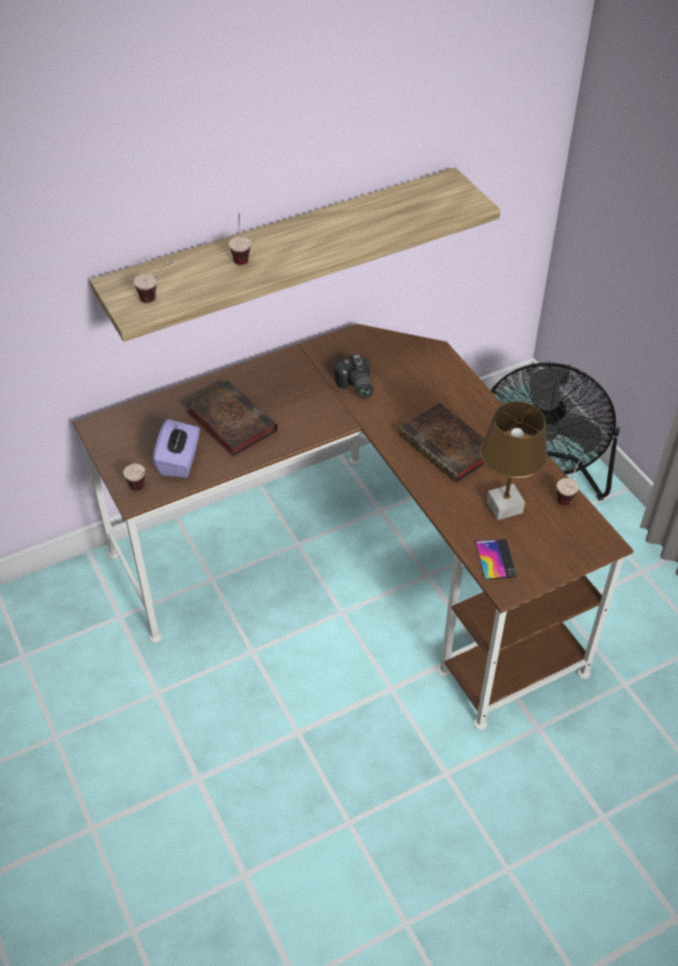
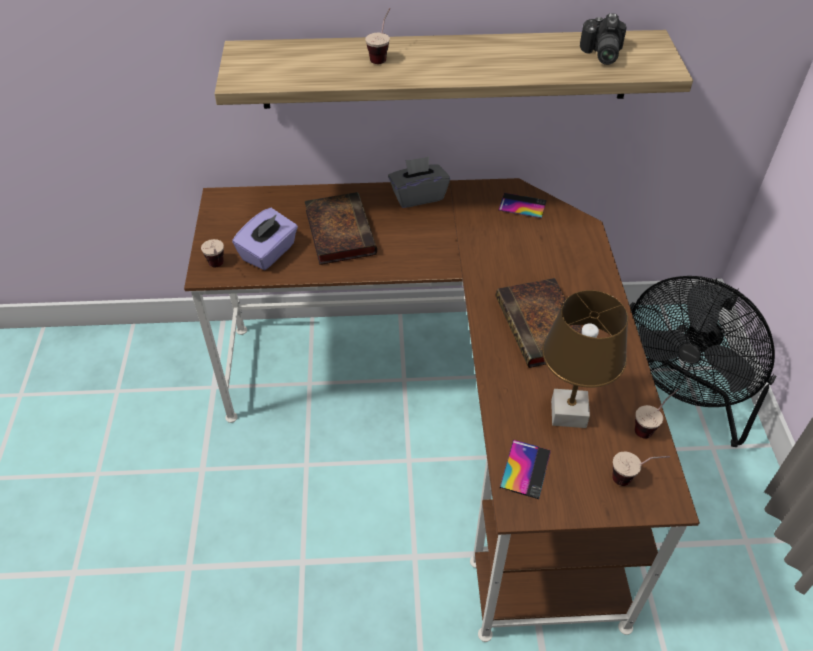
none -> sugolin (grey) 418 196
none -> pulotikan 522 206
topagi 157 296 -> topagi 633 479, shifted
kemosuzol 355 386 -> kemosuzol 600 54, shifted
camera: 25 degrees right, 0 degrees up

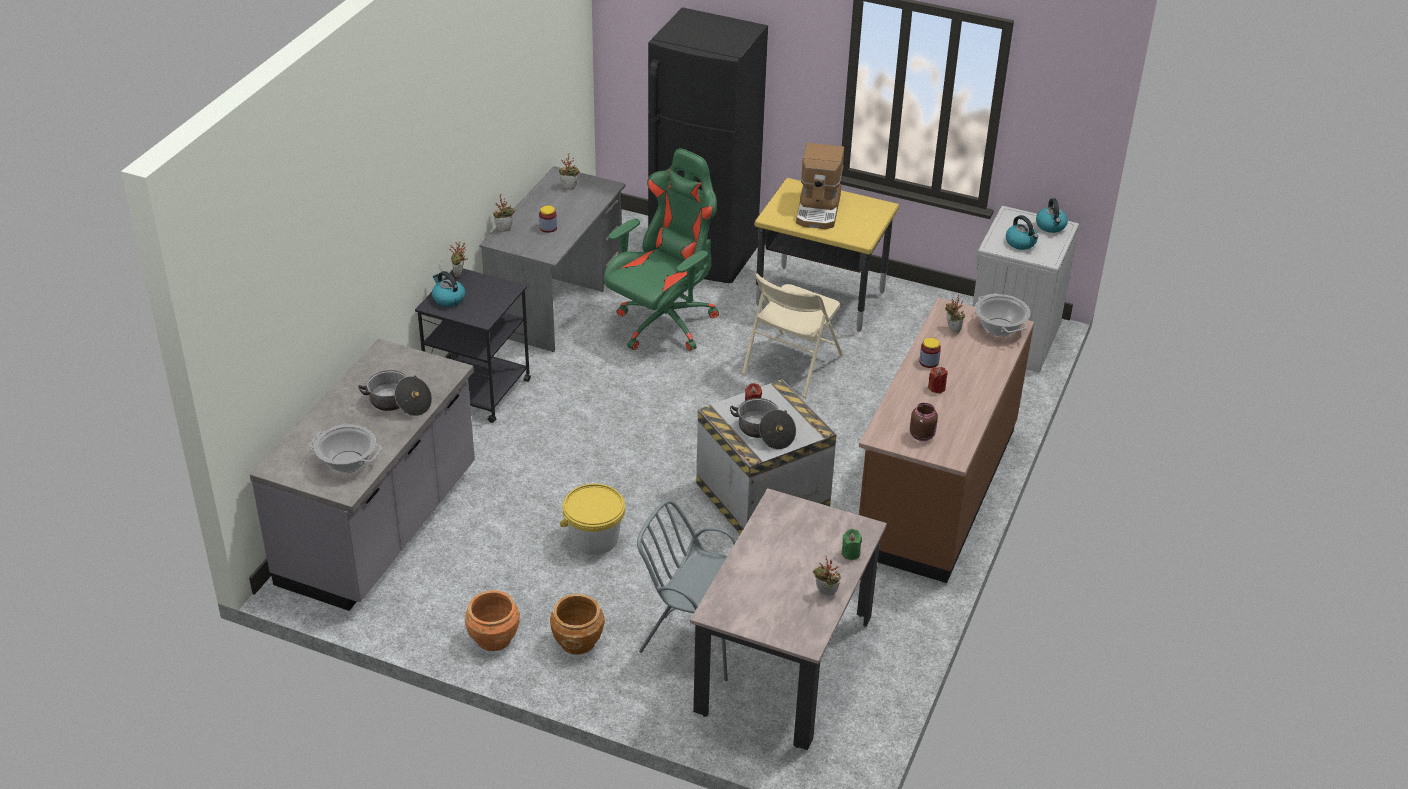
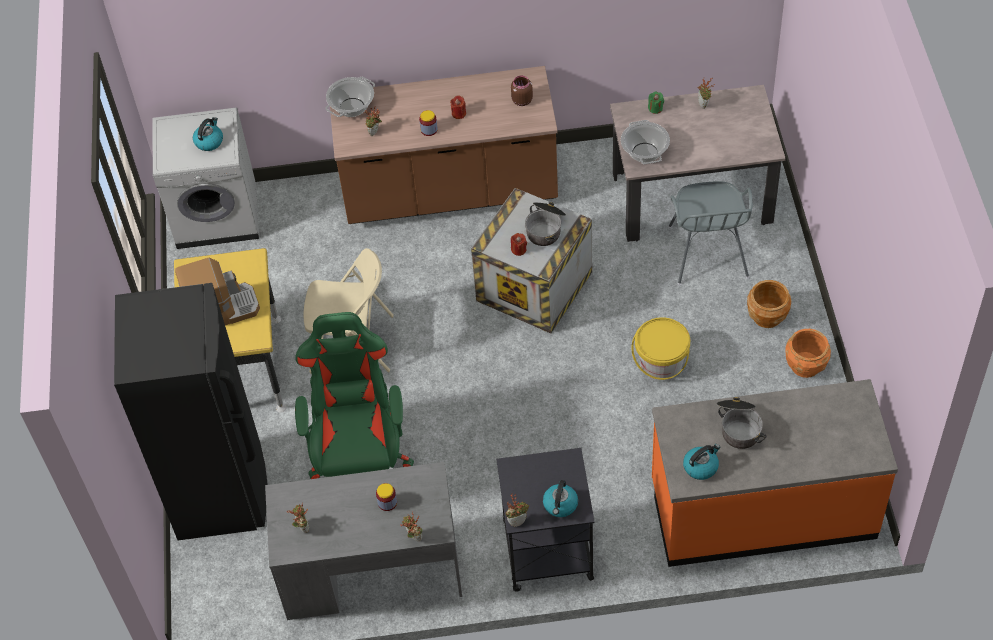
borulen 348 462 -> borulen 644 152, shifted
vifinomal 1051 226 -> vifinomal 701 466, shifted
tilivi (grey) 380 527 -> tilivi (orange) 762 509
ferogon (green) 660 328 -> ferogon (green) 361 464, 75 degrees clockwise
camera: 115 degrees left, 15 degrees up

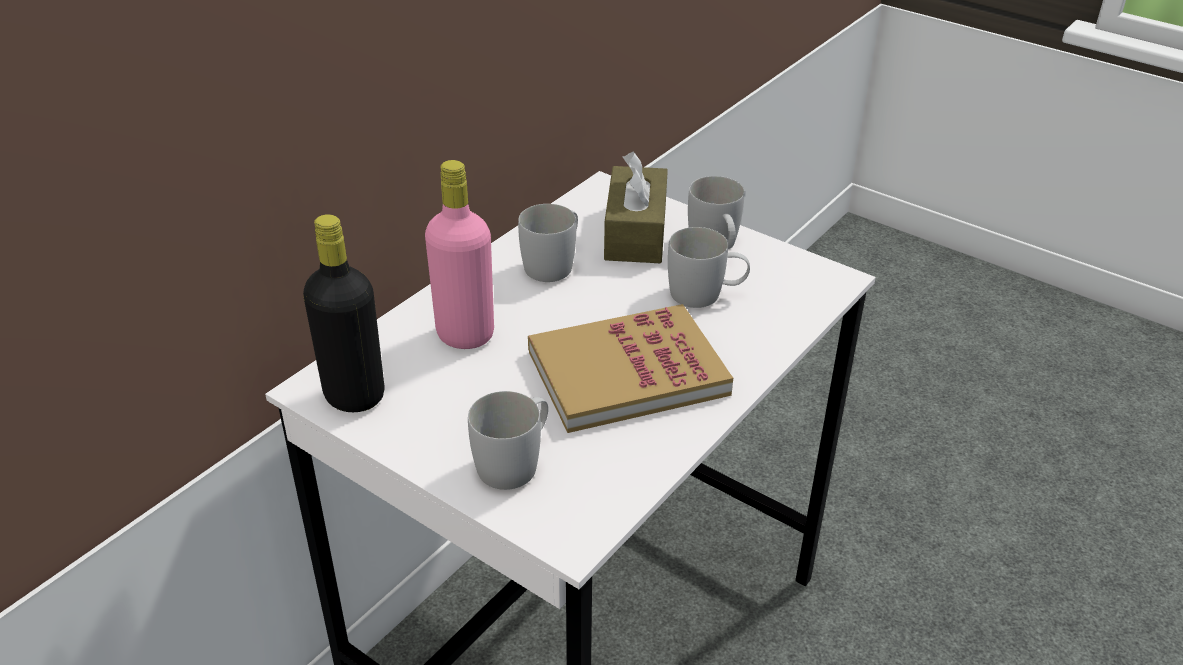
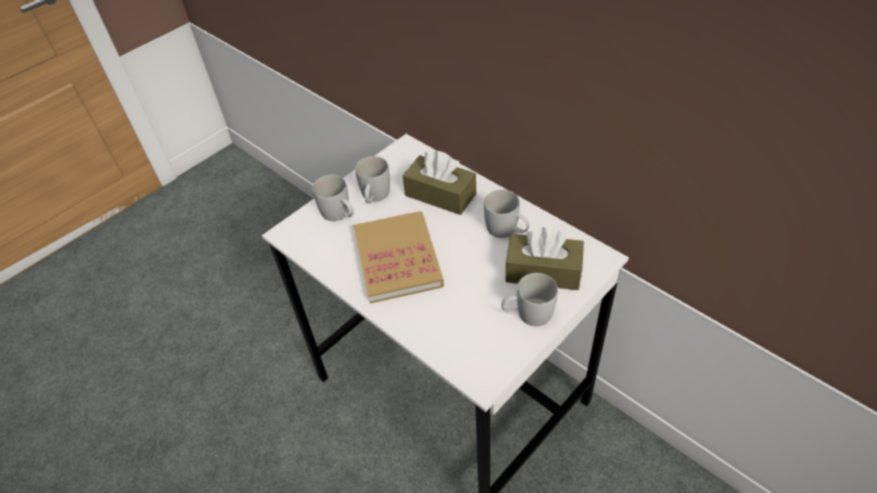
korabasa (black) 354 395 -> none
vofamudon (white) 706 294 -> vofamudon (white) 374 197, shifted
korabasa (pink) 465 335 -> sugolin (brown) 440 194
camera: 100 degrees right, 10 degrees up

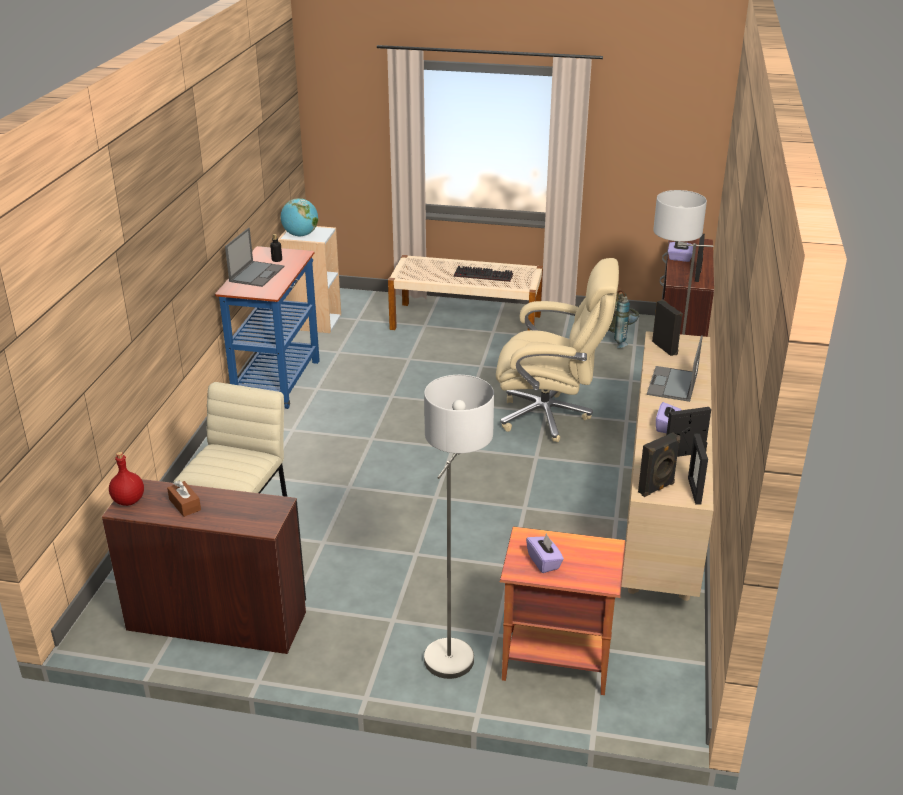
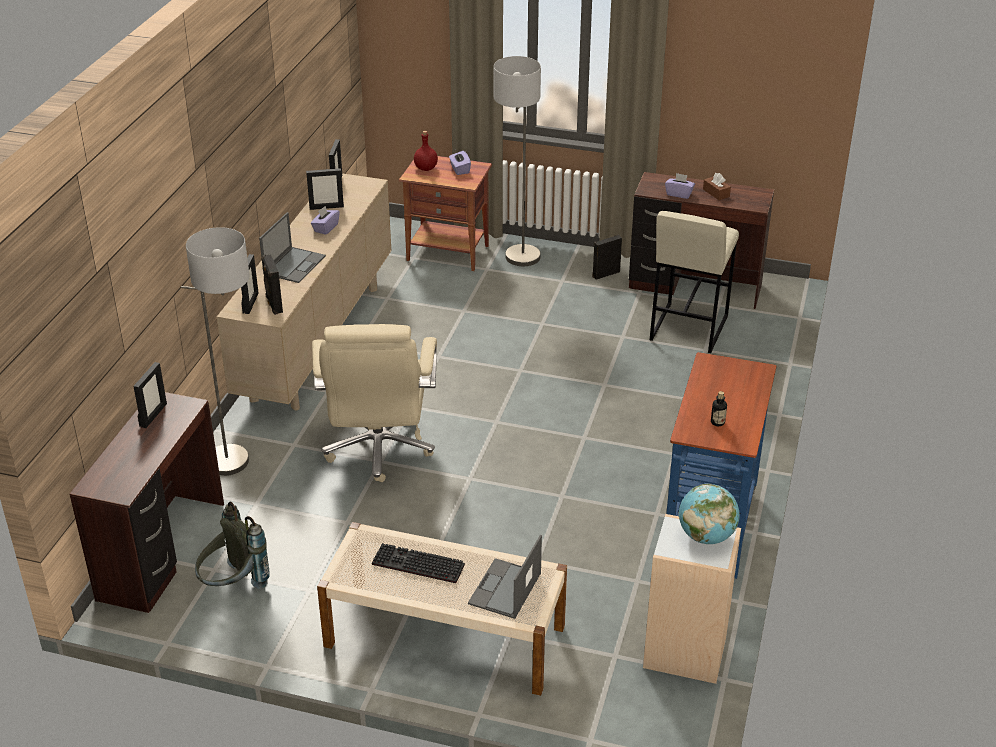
none -> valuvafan 250 303
korabasa (red) 128 500 -> korabasa (red) 426 168, shifted
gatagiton 257 274 -> gatagiton 505 589, shifted
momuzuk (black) 657 488 -> momuzuk (black) 605 274, shifted
sugolin (purple) 679 258 -> sugolin (purple) 679 194, shifted
ferogon (beige) 550 417 -> ferogon (beige) 379 453, 105 degrees counterclockwise
camera: 175 degrees left, 5 degrees up

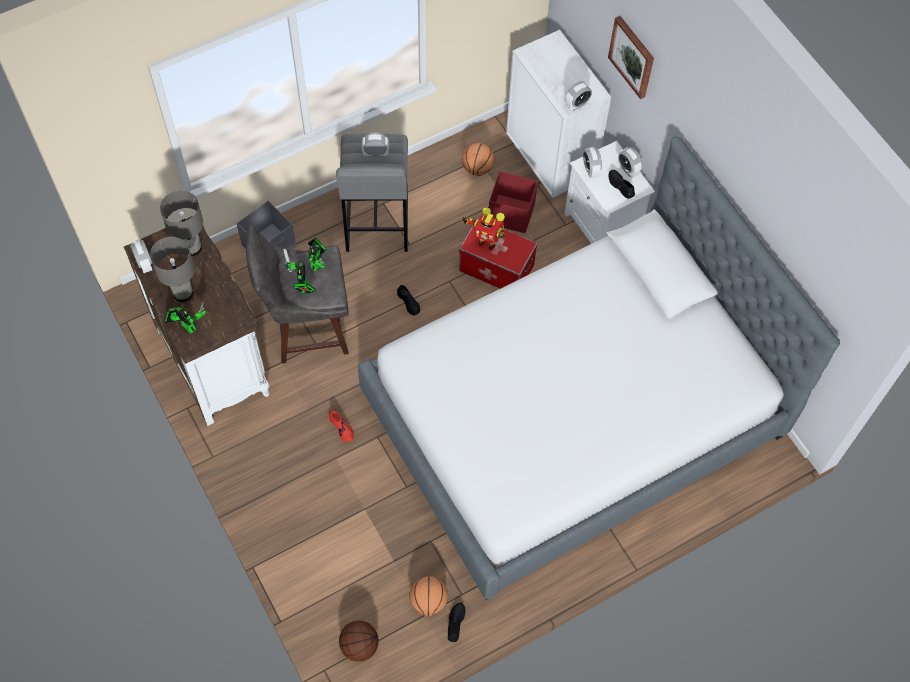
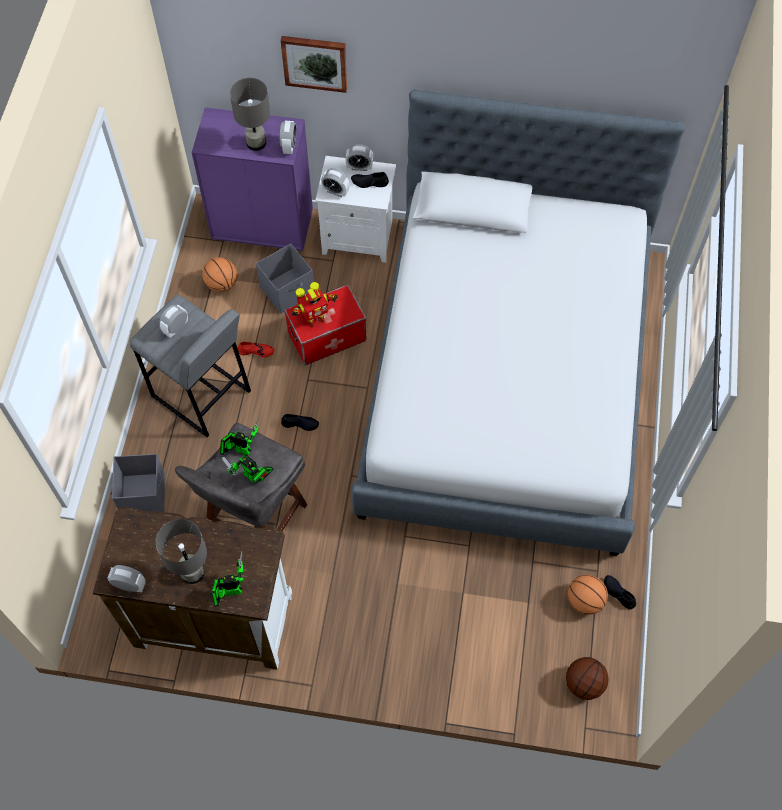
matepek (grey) 192 247 -> matepek (grey) 256 142, shifted
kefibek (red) 341 428 -> kefibek (red) 256 351, shifted
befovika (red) 511 214 -> befovika (grey) 288 290
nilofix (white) 551 160 -> nilofix (purple) 264 227
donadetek 317 263 -> donadetek 240 449, 45 degrees counterclockwise
camera: 50 degrees left, 0 degrees up

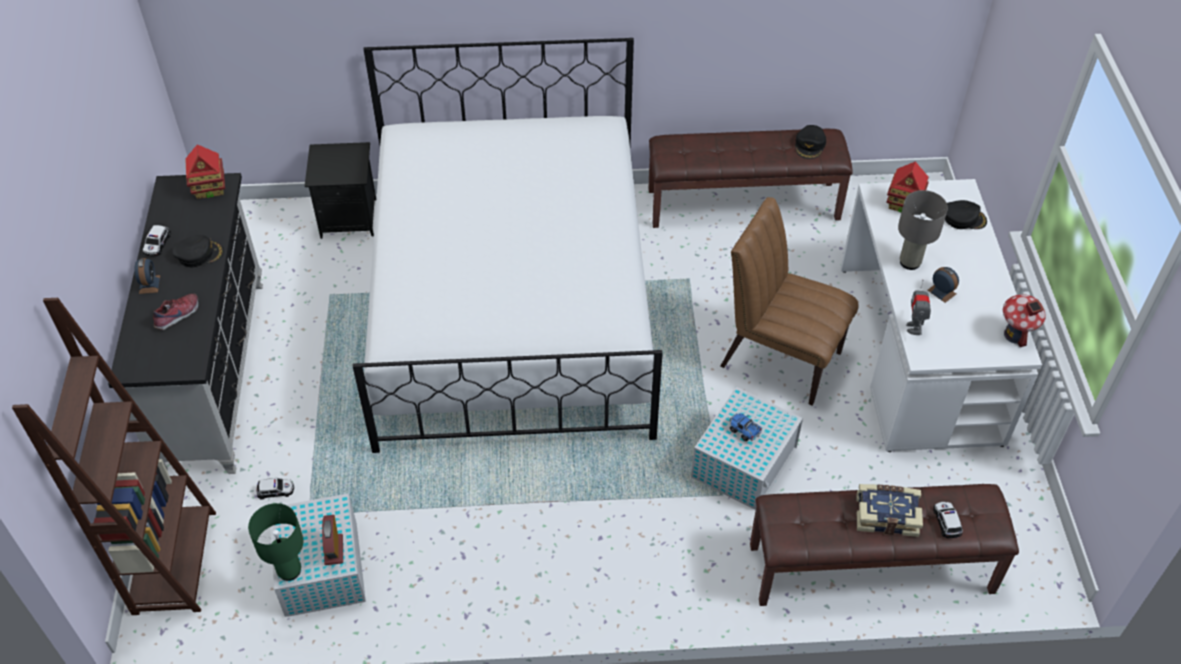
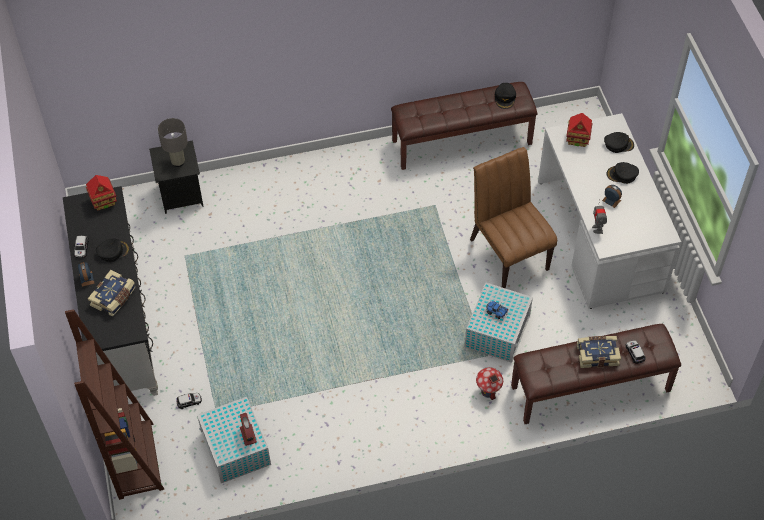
matepek (green) 289 571 -> none
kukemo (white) 512 307 -> none
none -> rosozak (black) 622 175
matepek (grey) 910 262 -> matepek (grey) 178 161, shifted
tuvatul 1015 335 -> tuvatul 488 391, shifted
kefibek 178 315 -> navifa 114 298
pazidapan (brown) 781 360 -> pazidapan (brown) 509 255, 45 degrees clockwise
camera: 10 degrees left, 5 degrees up

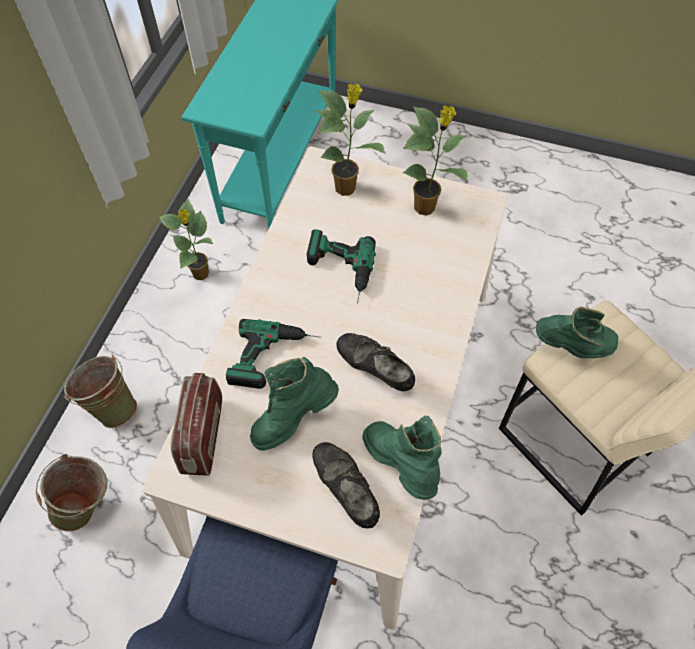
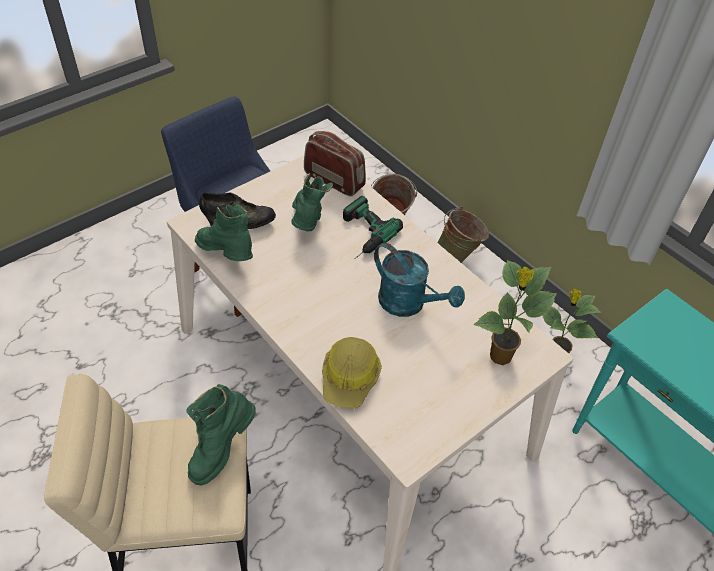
kefibek (black) 374 370 -> none
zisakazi 426 207 -> none
none -> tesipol 350 378
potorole 338 272 -> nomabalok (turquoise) 409 304
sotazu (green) 401 465 -> sotazu (green) 227 256, 135 degrees counterclockwise
camera: 120 degrees right, 10 degrees down

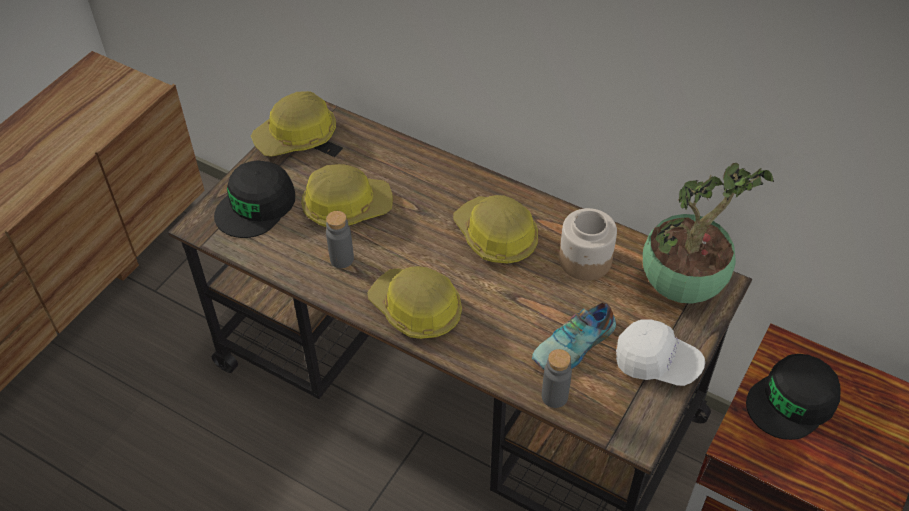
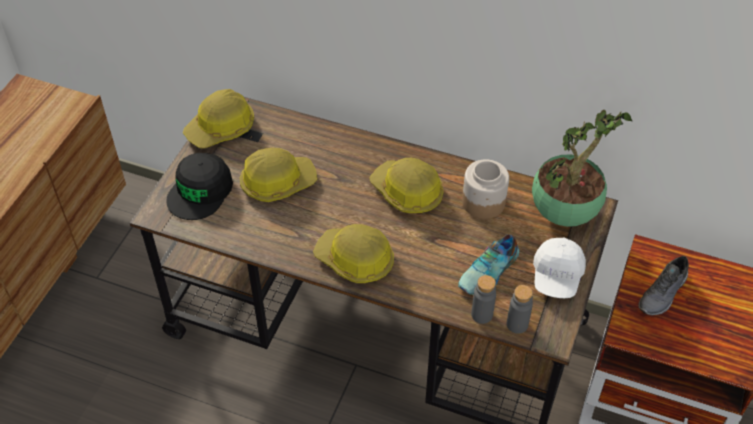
korabasa (grey) 342 259 -> korabasa (grey) 517 324, shifted
rosozak (black) 792 402 -> kefibek (grey) 663 294
rosozak (white) 657 362 -> rosozak (white) 557 277, 90 degrees clockwise
camera: 10 degrees left, 0 degrees up

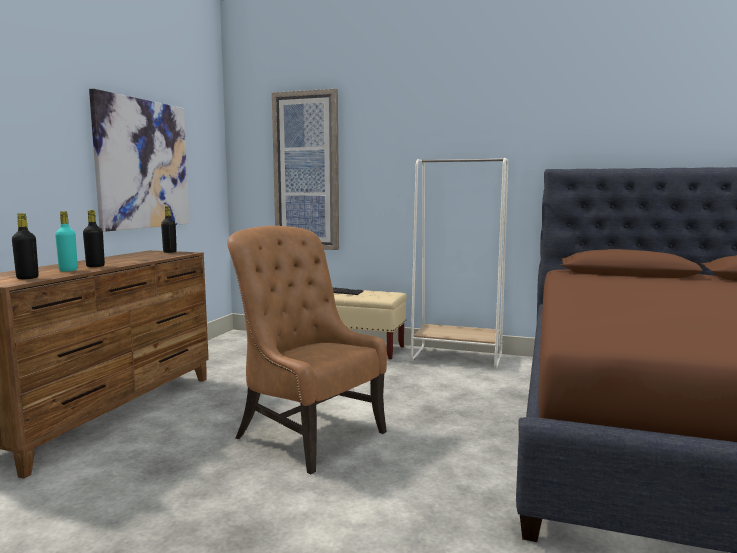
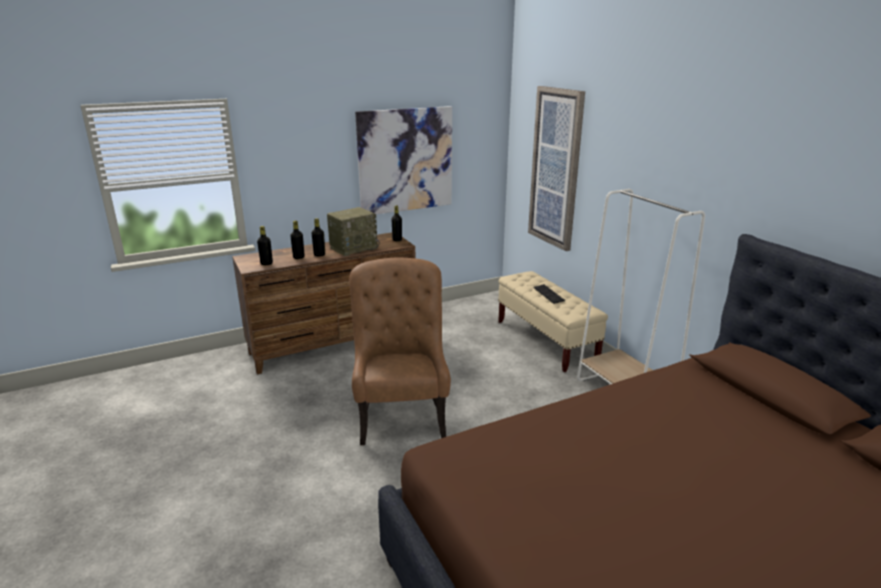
none -> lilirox 354 248
korabasa (turquoise) 68 270 -> korabasa (black) 298 257
camera: 45 degrees right, 15 degrees up

